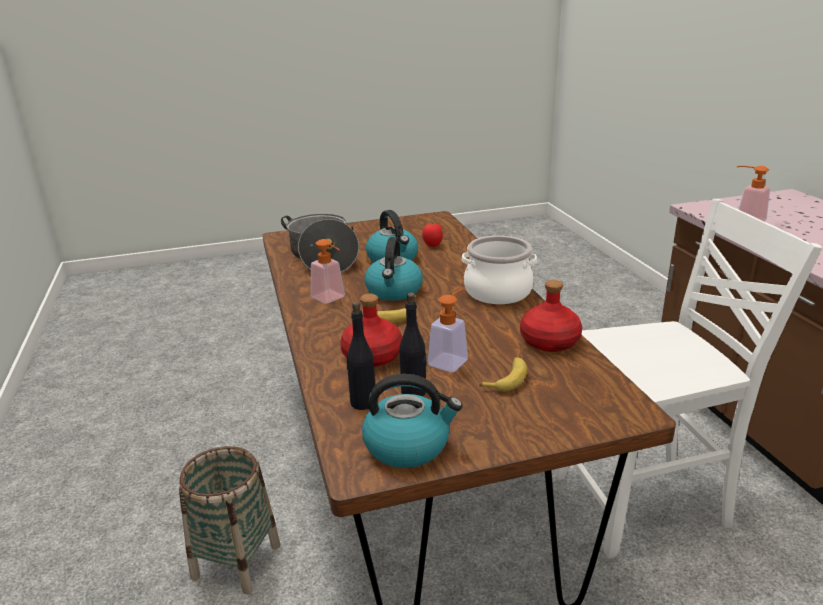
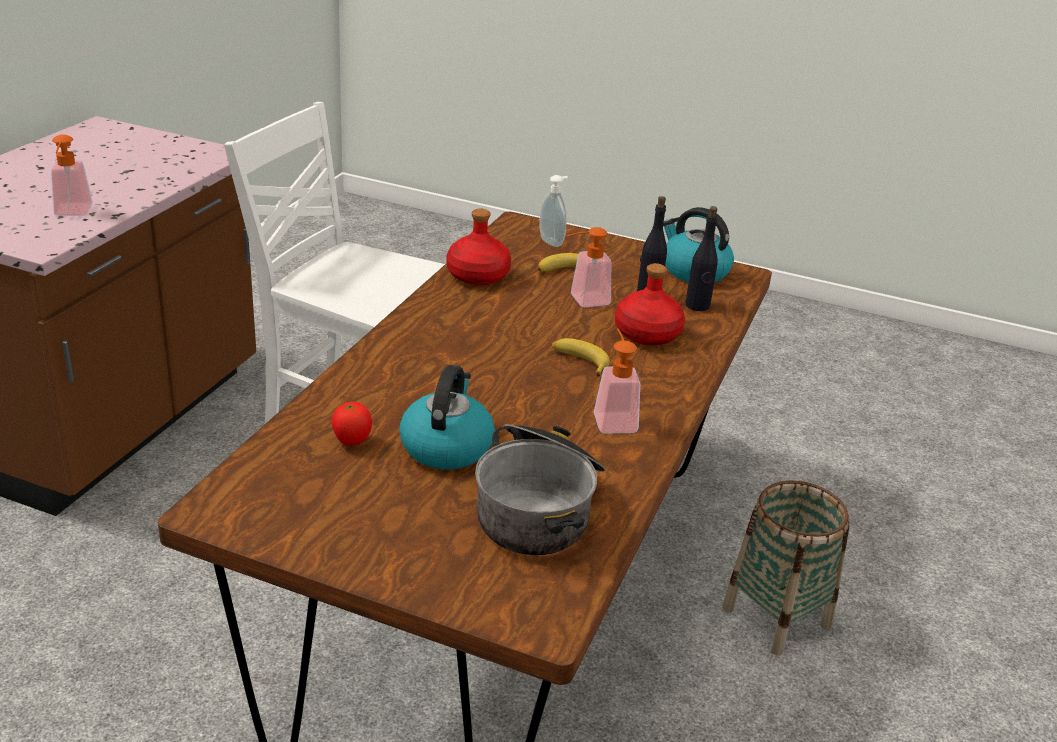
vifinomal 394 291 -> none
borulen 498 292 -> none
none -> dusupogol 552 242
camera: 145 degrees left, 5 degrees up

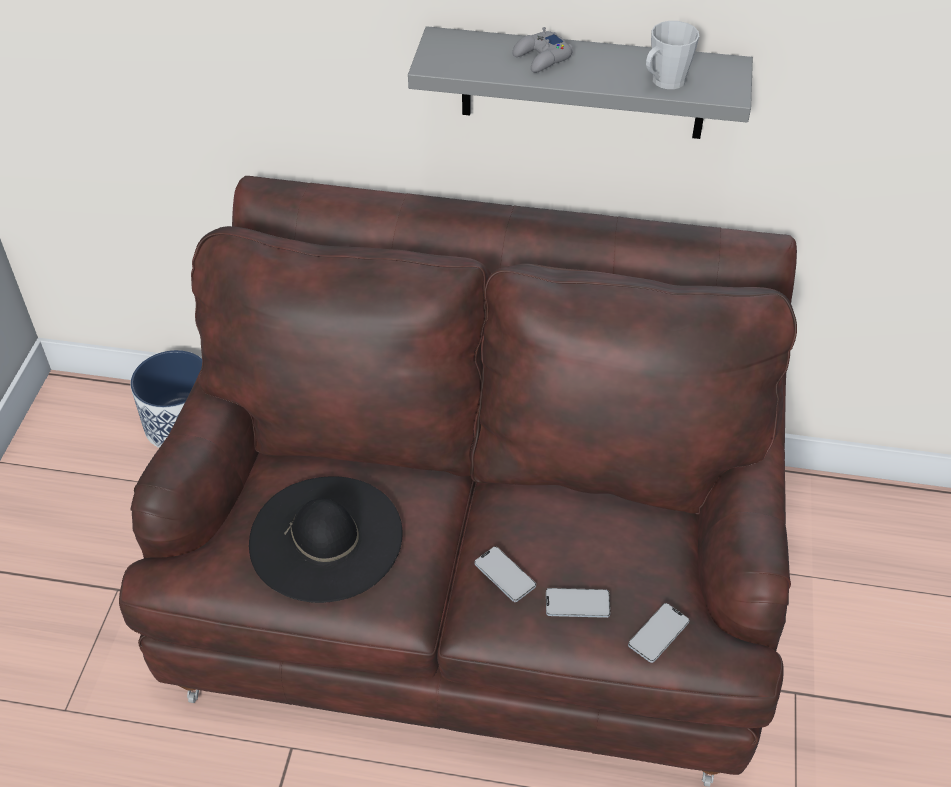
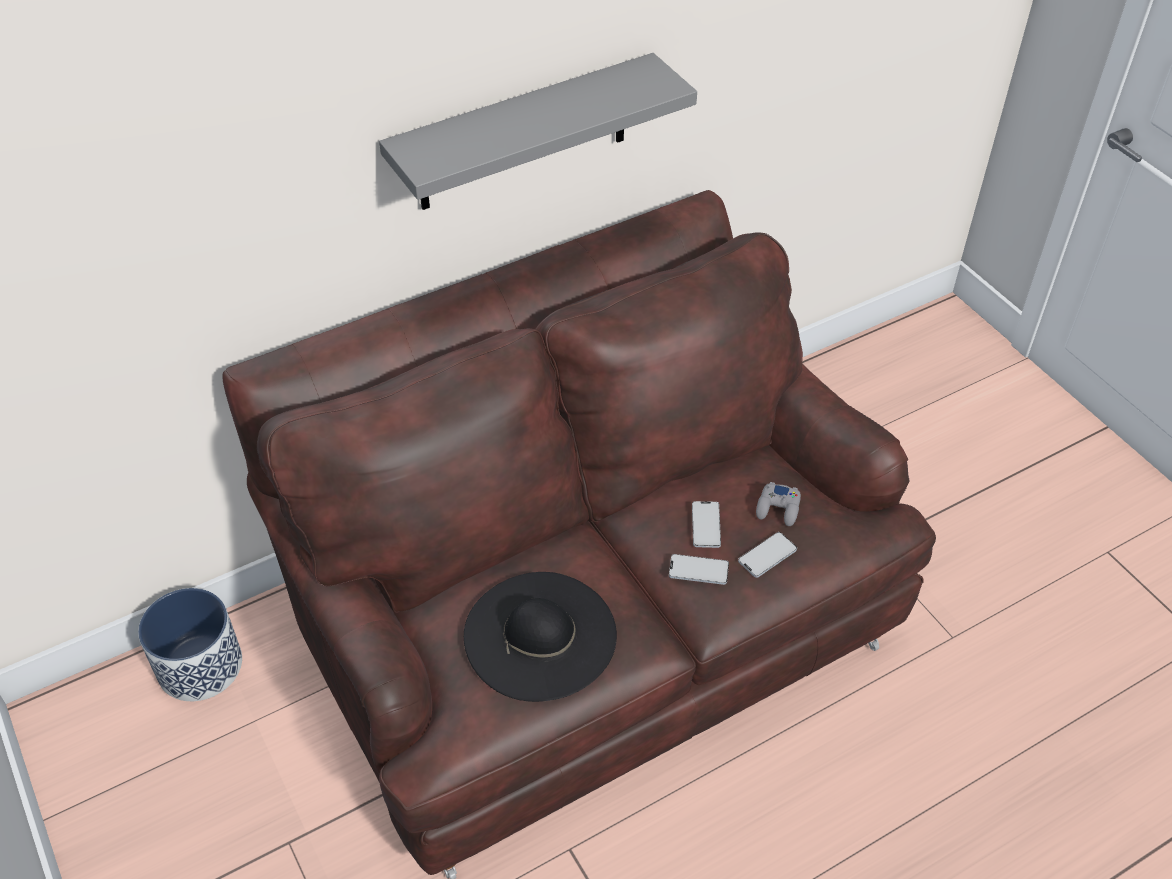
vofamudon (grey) 664 82 -> none
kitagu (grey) 542 58 -> kitagu (grey) 778 508, shifted
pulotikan 658 633 -> pulotikan 706 525, shifted
camera: 40 degrees left, 0 degrees up

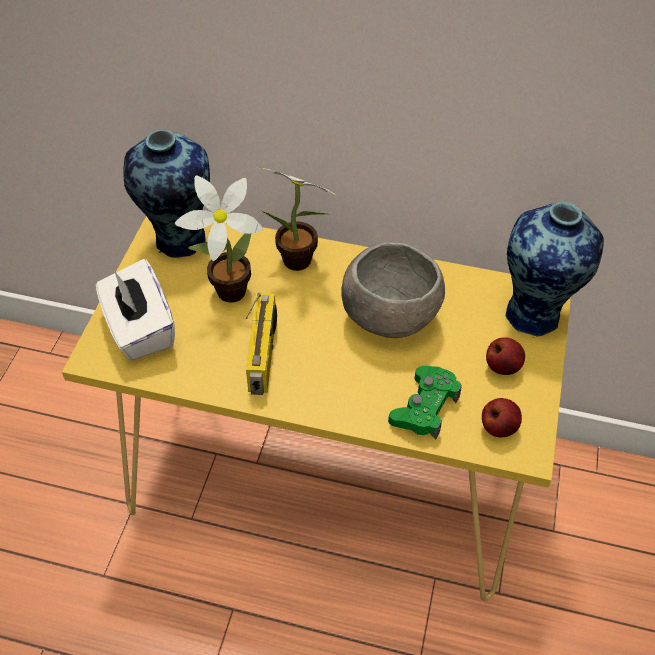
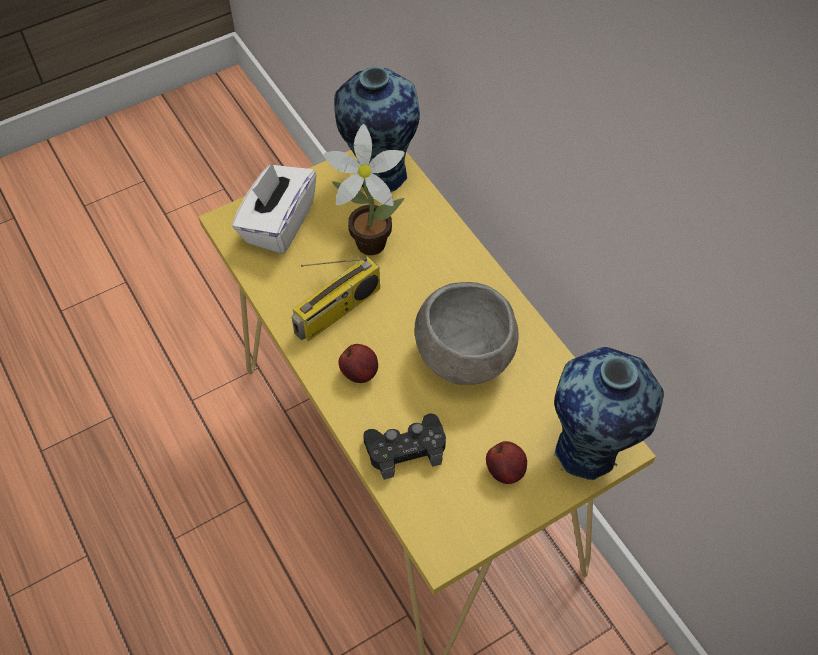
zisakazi 301 263 -> none
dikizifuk 498 427 -> dikizifuk 360 373, shifted
kitagu (green) 424 407 -> kitagu (black) 405 449
camera: 45 degrees right, 5 degrees up

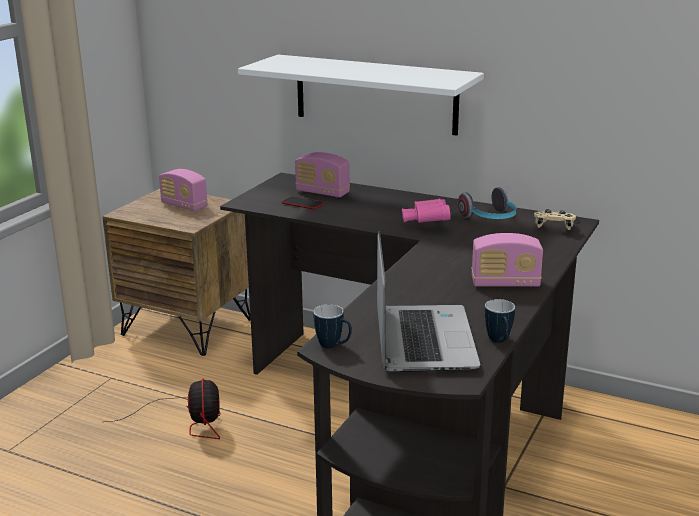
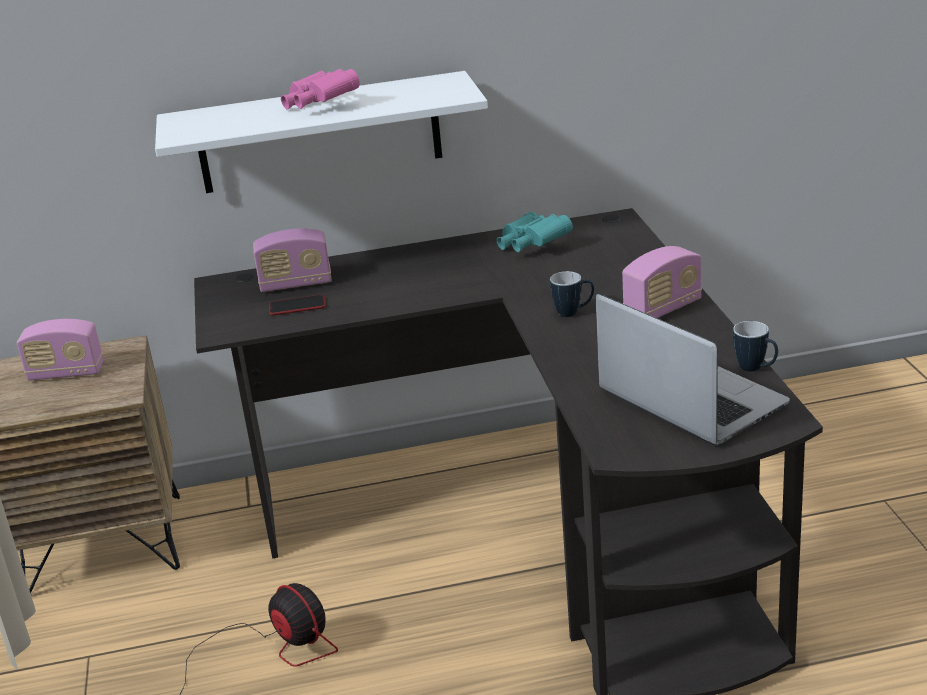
kitagu (beige) 553 227 -> none
vofamudon 334 346 -> vofamudon 573 312, shifted
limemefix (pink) 426 223 -> limemefix (pink) 319 105, shifted
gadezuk 490 219 -> limemefix (turquoise) 531 246
camera: 35 degrees left, 5 degrees up

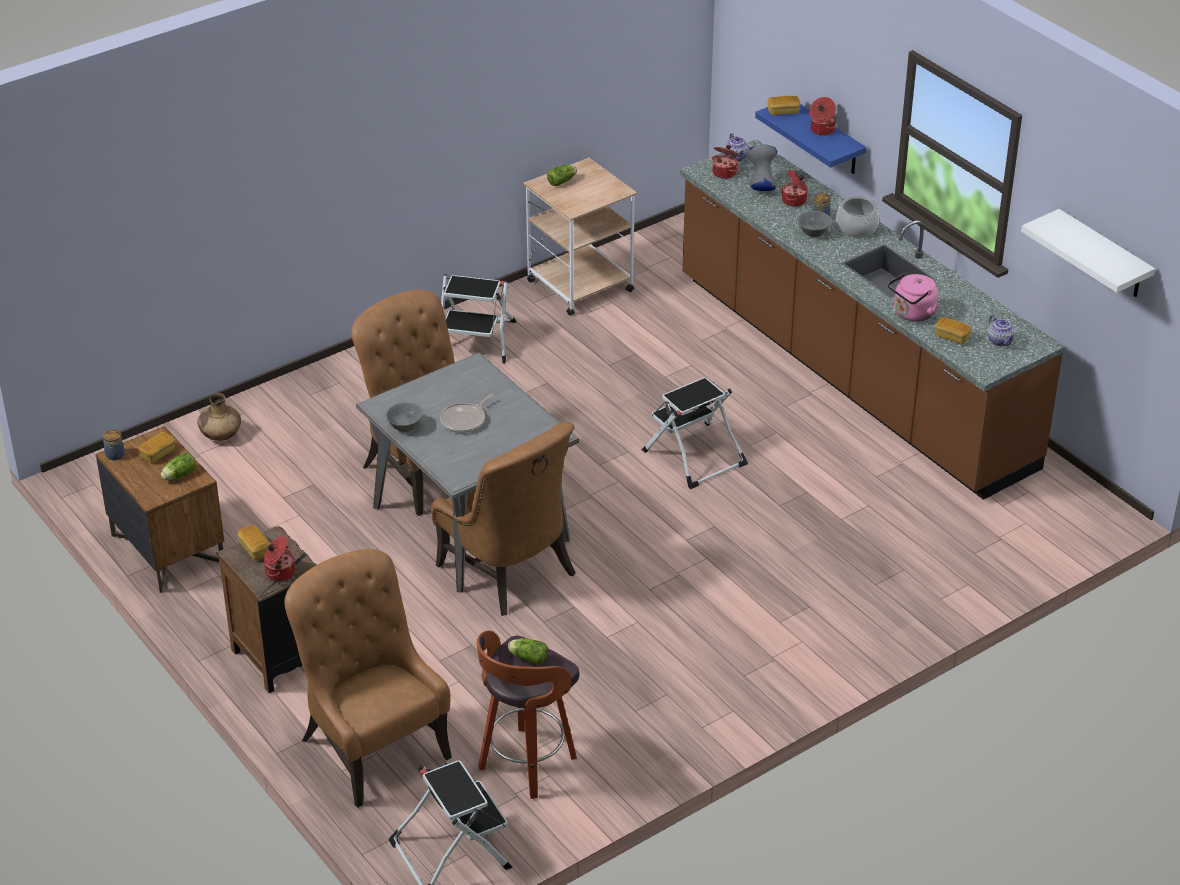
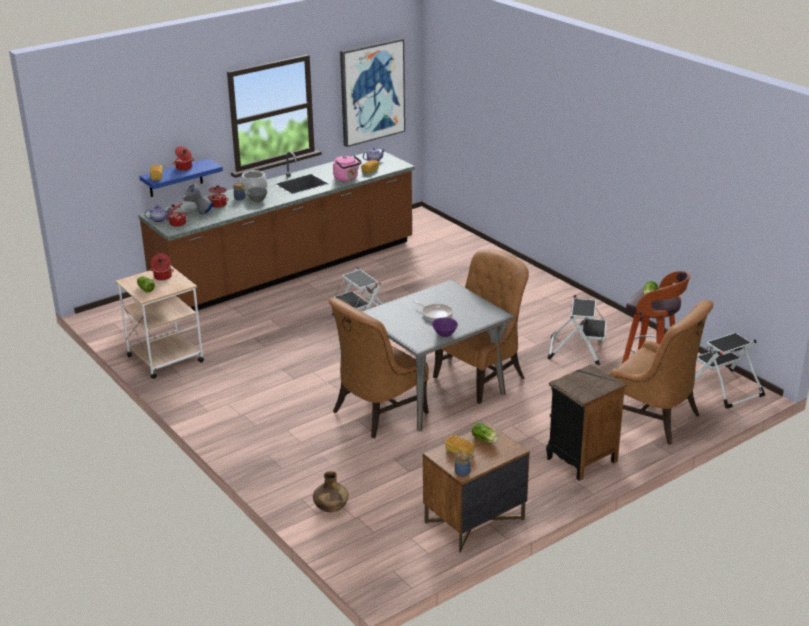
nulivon 255 549 -> none
borulen 279 572 -> borulen 162 277, shifted
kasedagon 475 339 -> kasedagon 576 349, shifted
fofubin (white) 1103 255 -> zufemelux 372 91
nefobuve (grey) 404 426 -> nefobuve (purple) 444 334
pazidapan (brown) 373 748 -> pazidapan (brown) 654 418, 105 degrees counterclockwise
camera: 90 degrees left, 10 degrees down

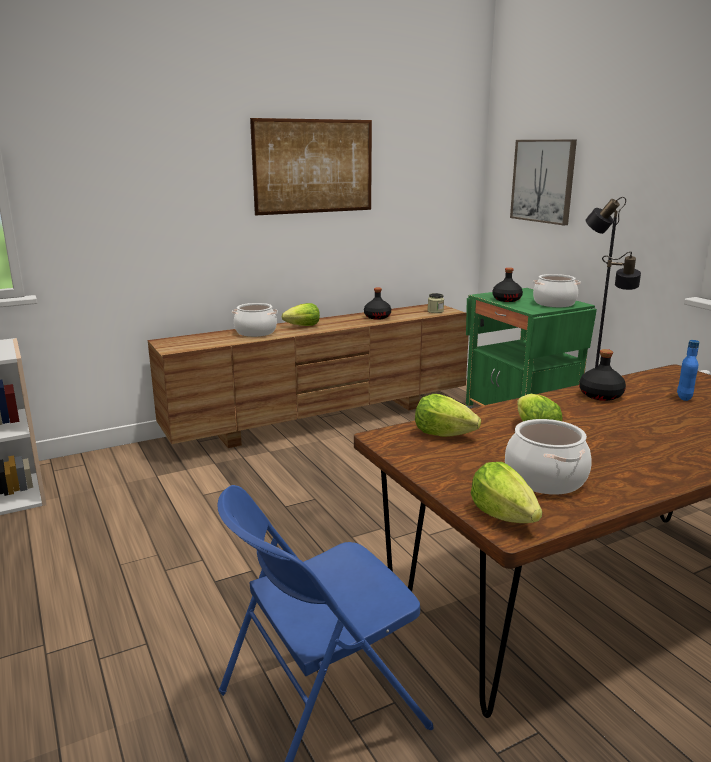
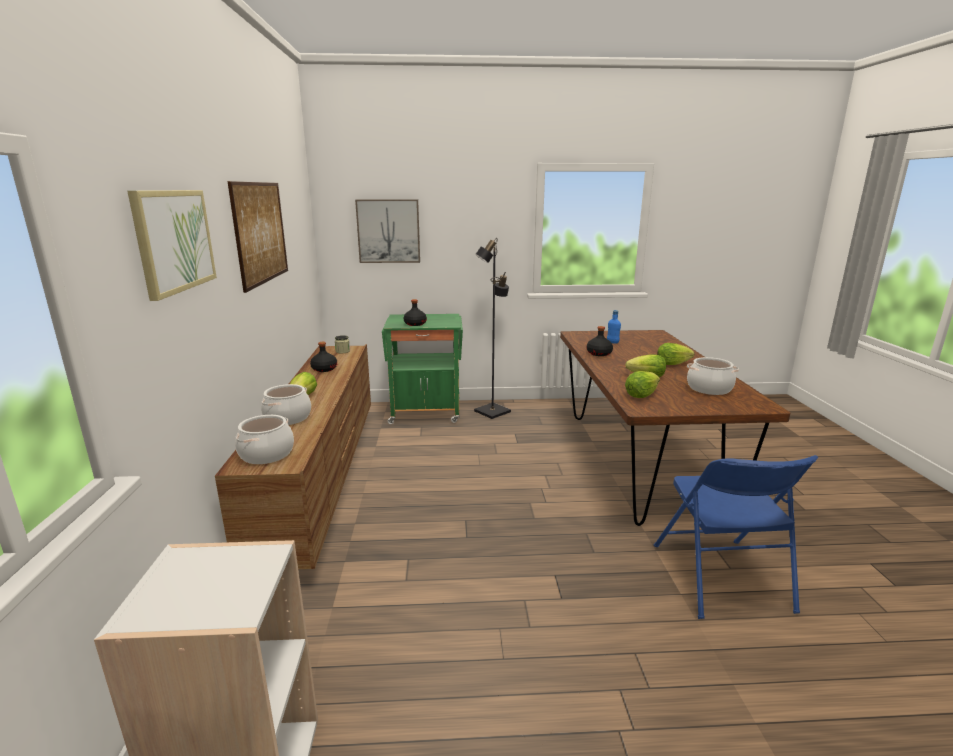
none -> zufemelux 174 240
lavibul 503 515 -> lavibul 672 364, shifted
borulen 554 303 -> borulen 266 454, shifted
camera: 65 degrees left, 0 degrees up

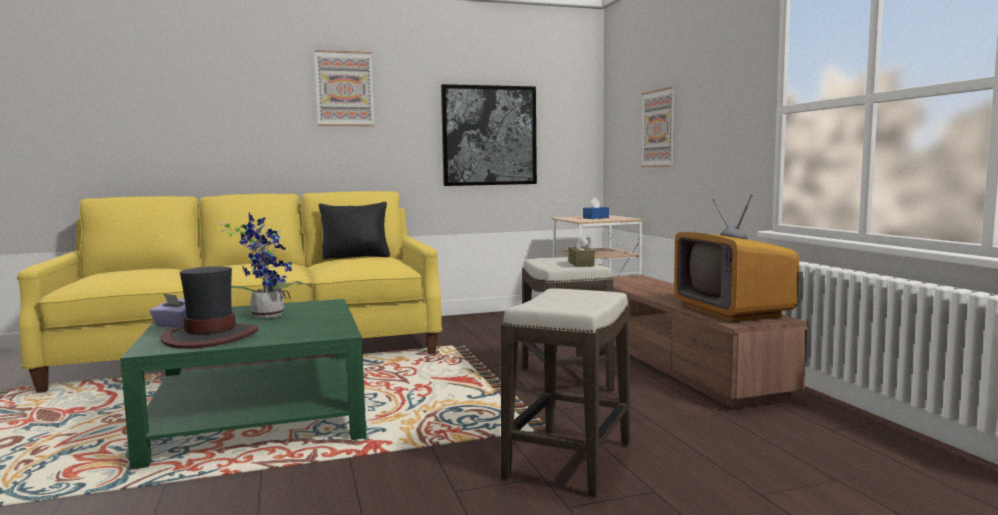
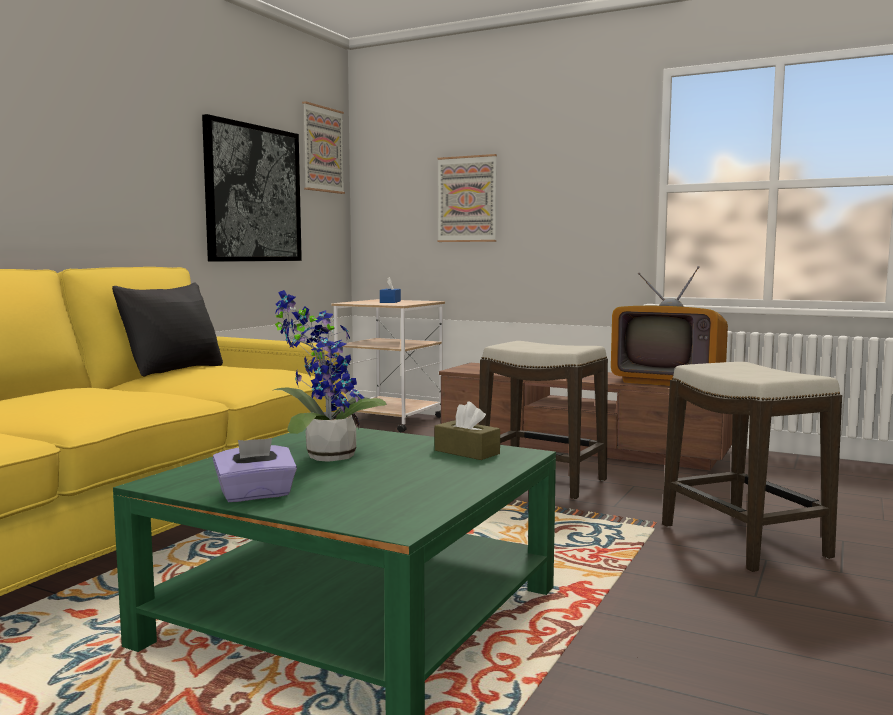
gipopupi 210 337 -> none
zufemelux 344 89 -> zufemelux 322 149, shifted
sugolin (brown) 581 264 -> sugolin (brown) 467 452, shifted
camera: 45 degrees left, 0 degrees up

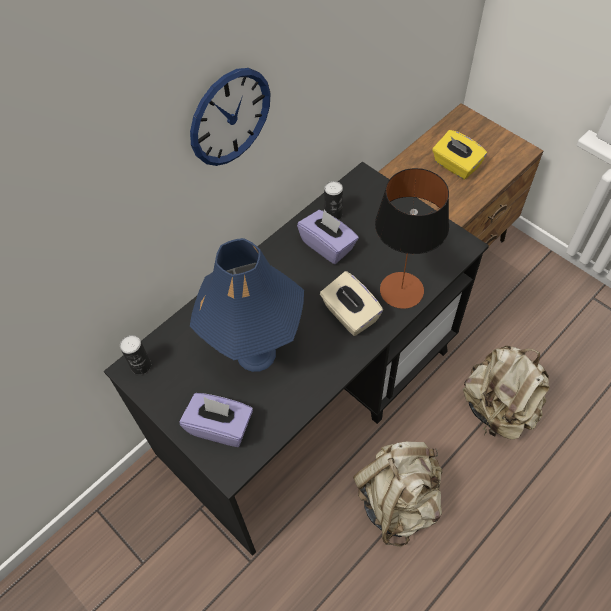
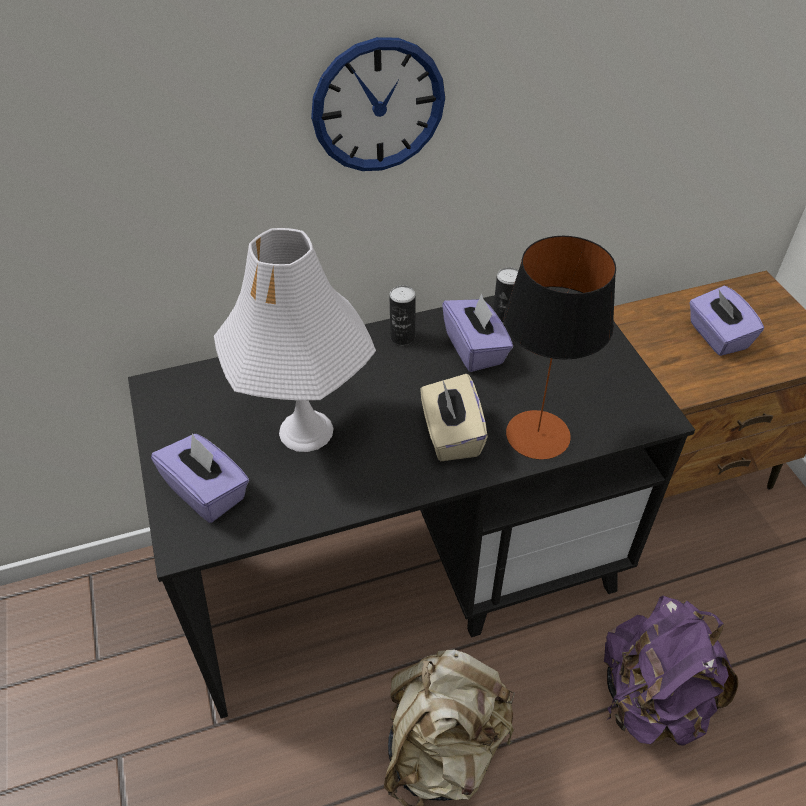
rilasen 141 366 -> rilasen 402 337, shifted
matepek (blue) 256 353 -> matepek (white) 306 430
sugolin (yellow) 456 165 -> sugolin (purple) 717 336
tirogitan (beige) 498 408 -> tirogitan (purple) 651 698
camera: 25 degrees right, 10 degrees down

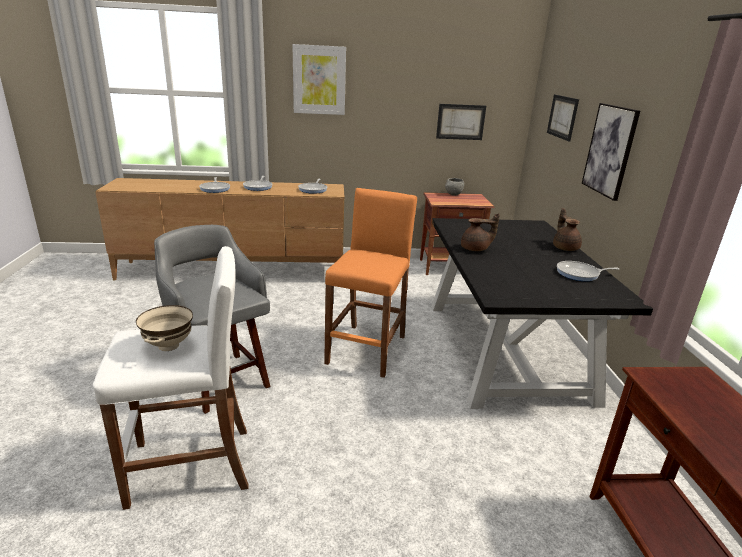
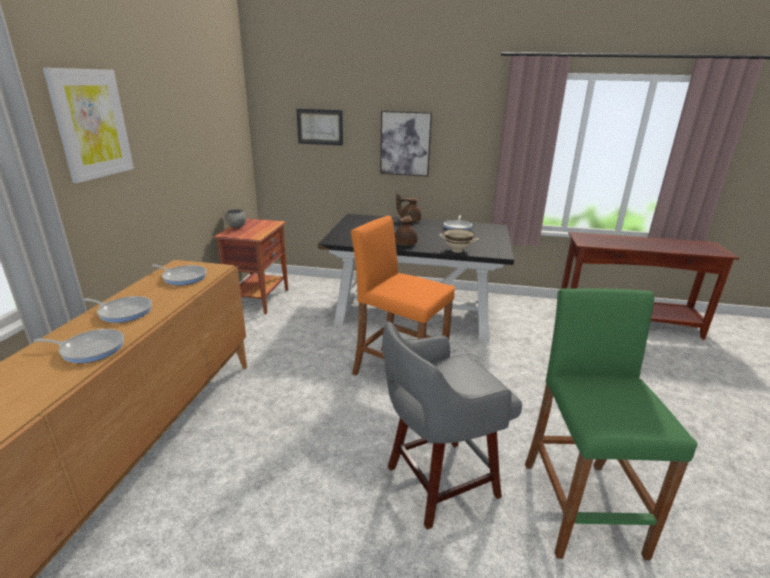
zufemelux 460 122 -> none
nefobuve (beige) 168 345 -> nefobuve (beige) 457 251, shifted
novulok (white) 191 466 -> novulok (green) 580 506
camera: 75 degrees left, 0 degrees up

